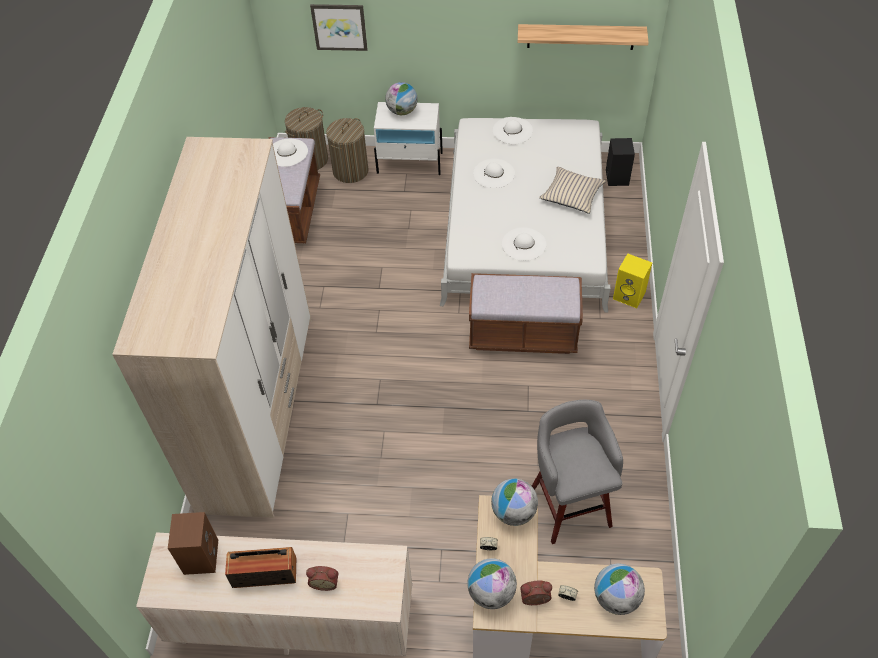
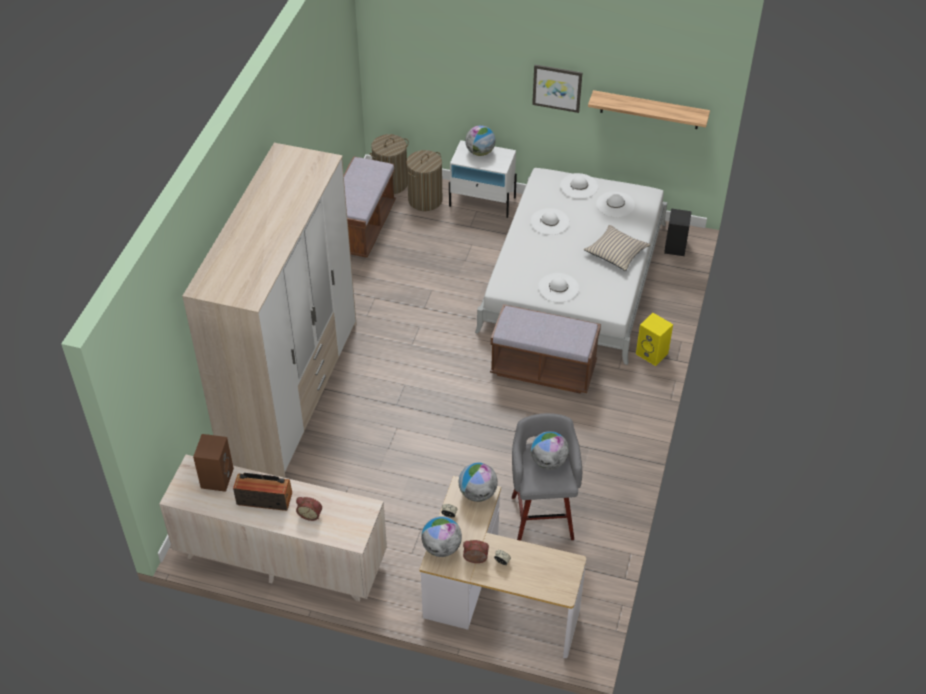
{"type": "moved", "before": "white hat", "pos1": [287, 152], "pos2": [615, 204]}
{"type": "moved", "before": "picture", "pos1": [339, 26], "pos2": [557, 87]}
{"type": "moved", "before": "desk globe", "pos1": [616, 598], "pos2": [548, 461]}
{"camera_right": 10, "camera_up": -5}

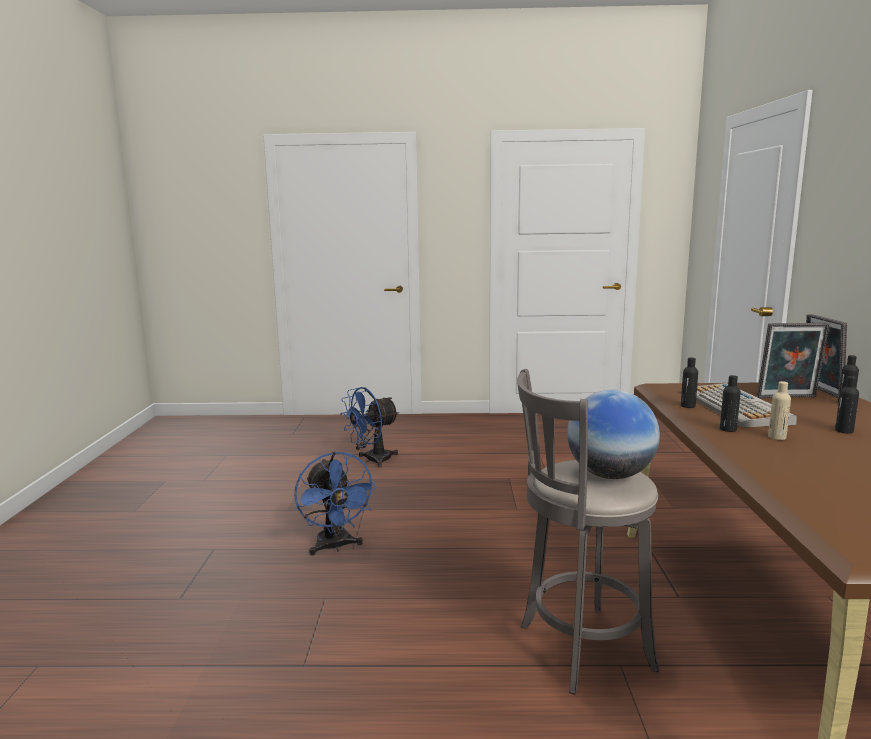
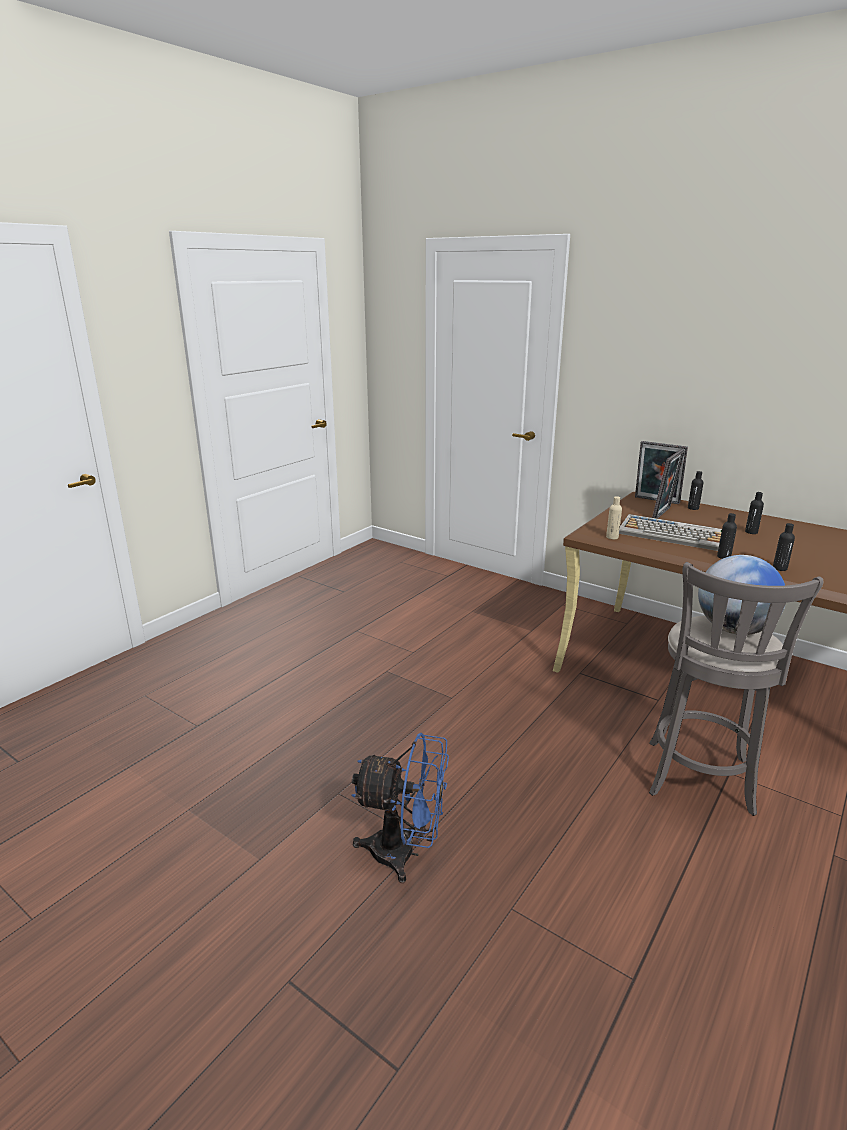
{"type": "removed", "before": "blue-coloured fan", "pos1": [372, 460]}
{"type": "moved", "before": "blackish beverage bottle", "pos1": [687, 406], "pos2": [779, 568]}
{"type": "moved", "before": "beige beverage bottle", "pos1": [777, 437], "pos2": [612, 537]}
{"camera_right": -55, "camera_up": 10}

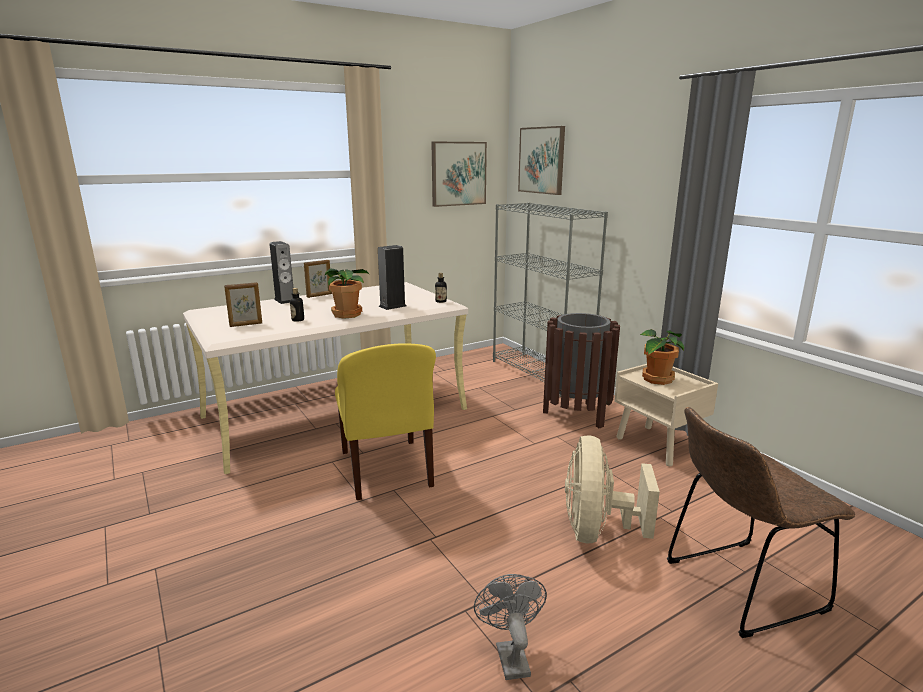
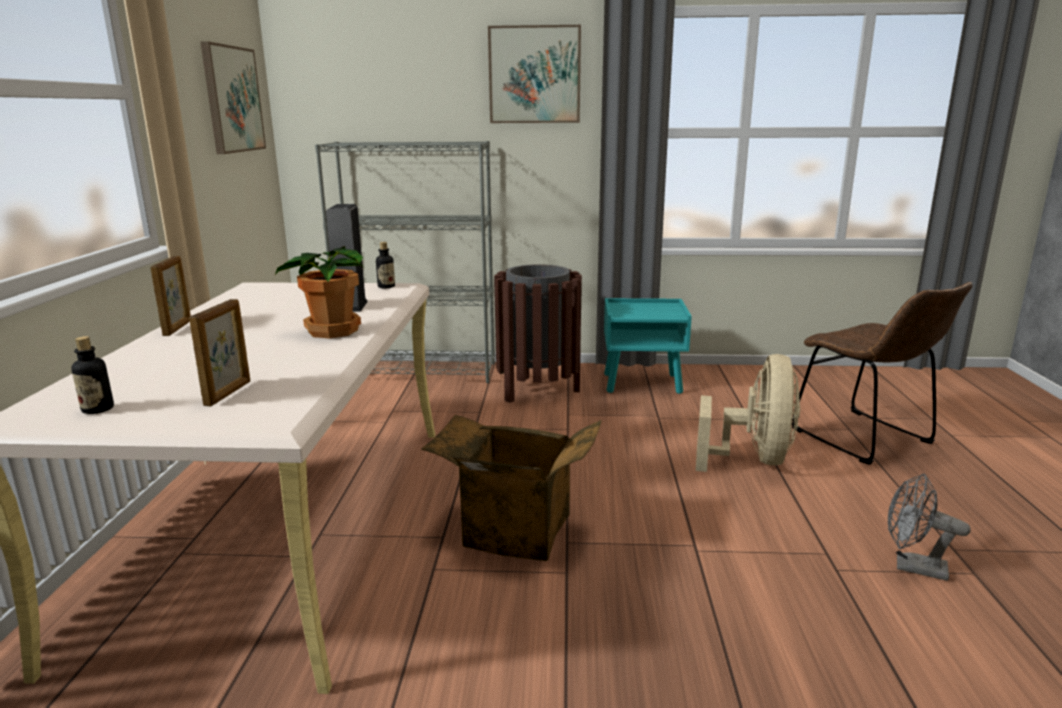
{"type": "removed", "before": "loudspeaker", "pos1": [285, 300]}
{"type": "moved", "before": "beverage bottle", "pos1": [298, 320], "pos2": [98, 409]}
{"type": "replaced", "before": "yellow plain chair", "after": "packing box", "pos1": [386, 470], "pos2": [513, 533]}
{"type": "moved", "before": "picture", "pos1": [542, 160], "pos2": [534, 75]}
{"type": "turned", "before": "beige fan", "pos1": [597, 531], "pos2": [753, 459], "turn": -120}
{"type": "recoloured", "before": "beige bedside table", "after": "turquoise-coloured bedside table", "pos1": [658, 446], "pos2": [643, 383]}
{"type": "removed", "before": "plant in a pot", "pos1": [656, 379]}
{"type": "turned", "before": "brown-coloured plain chair", "pos1": [737, 587], "pos2": [866, 439], "turn": -45}
{"camera_right": -55, "camera_up": 0}

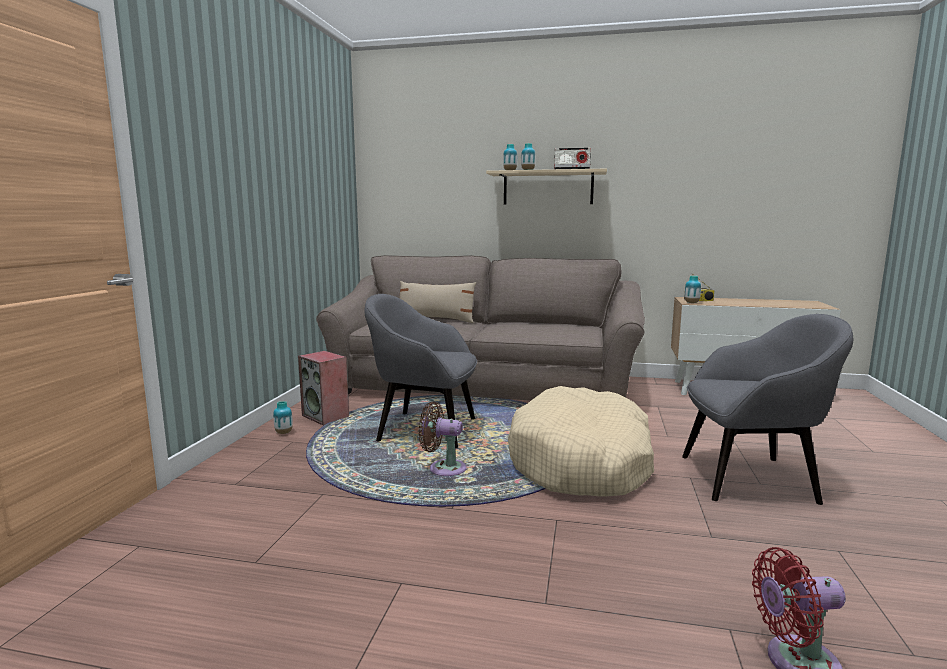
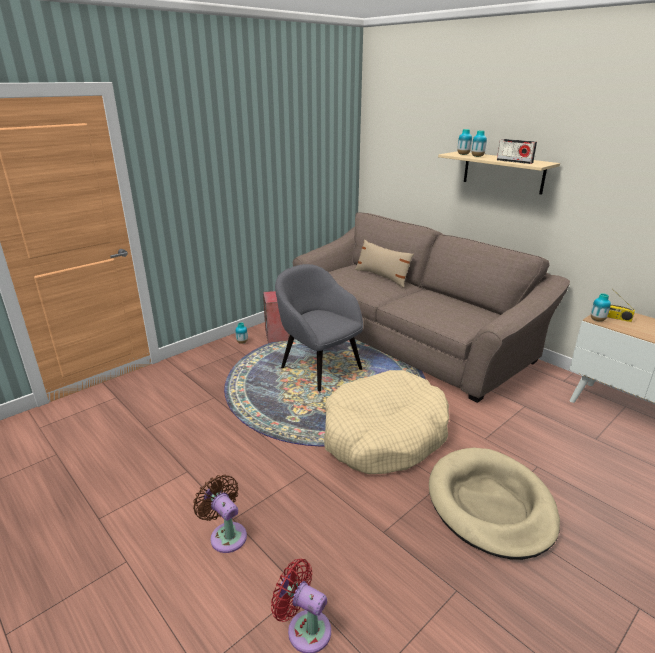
{"type": "moved", "before": "brown-coloured fan", "pos1": [443, 468], "pos2": [226, 534]}
{"type": "replaced", "before": "gray armchair", "after": "beige pet bed", "pos1": [750, 478], "pos2": [490, 505]}
{"camera_right": 35, "camera_up": 15}

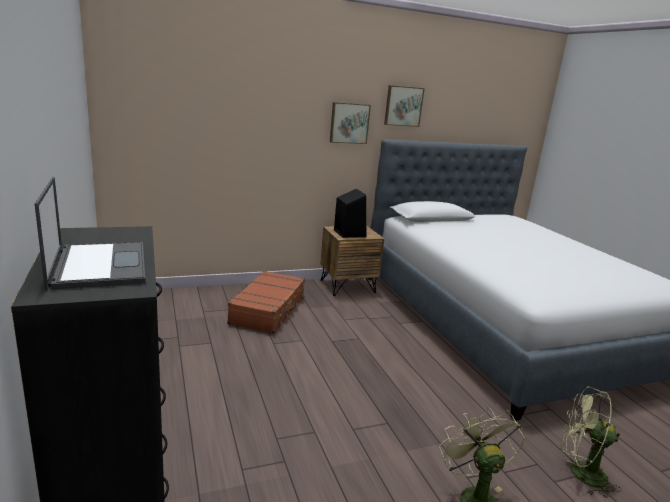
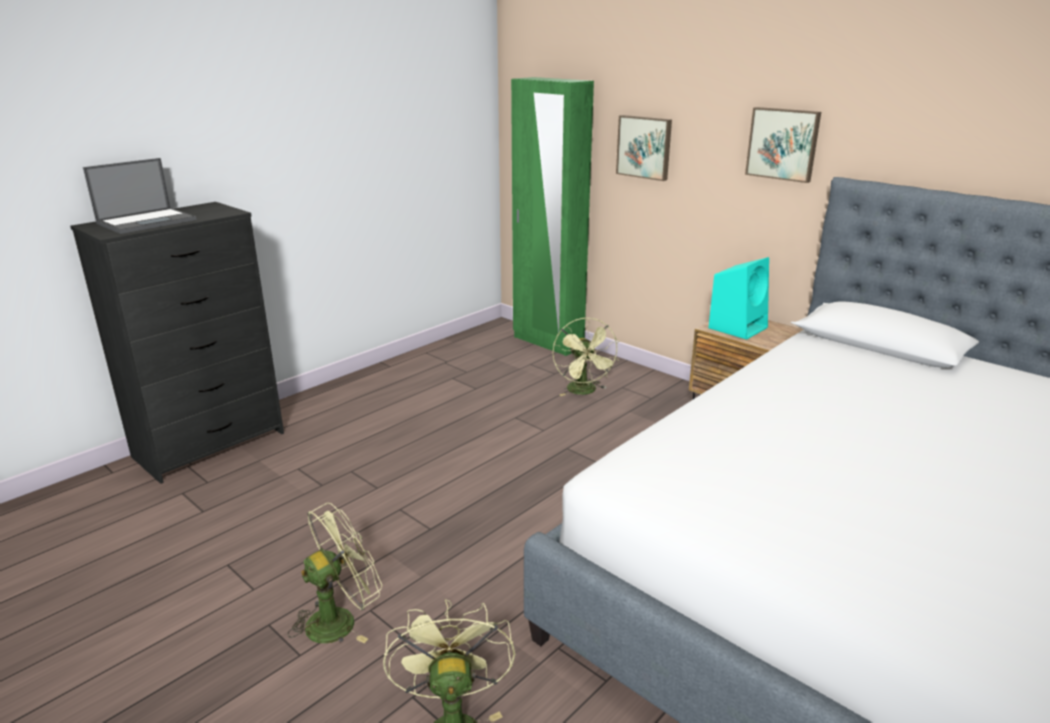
{"type": "replaced", "before": "brown-coloured travel case", "after": "greenish fan", "pos1": [269, 310], "pos2": [584, 391]}
{"type": "recoloured", "before": "blackish loudspeaker", "after": "turquoise-coloured loudspeaker", "pos1": [349, 233], "pos2": [738, 327]}
{"type": "moved", "before": "picture", "pos1": [403, 106], "pos2": [644, 147]}
{"type": "added", "after": "greenish armoire", "pos2": [547, 342]}
{"camera_right": 65, "camera_up": 5}

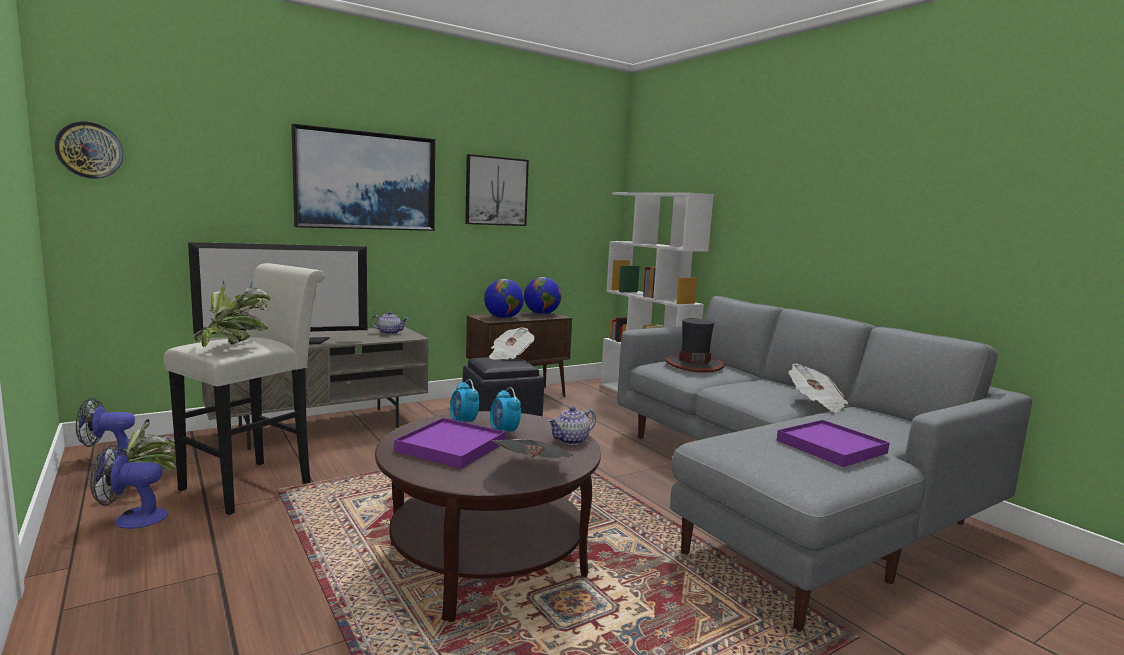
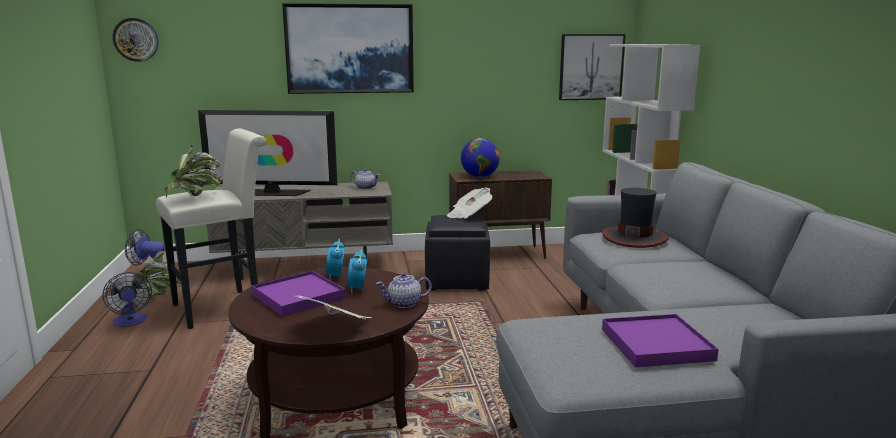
{"type": "turned", "before": "fan", "pos1": [132, 518], "pos2": [130, 322], "turn": -135}
{"type": "moved", "before": "picture", "pos1": [496, 191], "pos2": [591, 67]}
{"type": "removed", "before": "desk globe", "pos1": [541, 314]}
{"type": "removed", "before": "printed paper", "pos1": [816, 403]}
{"camera_right": 25, "camera_up": 5}

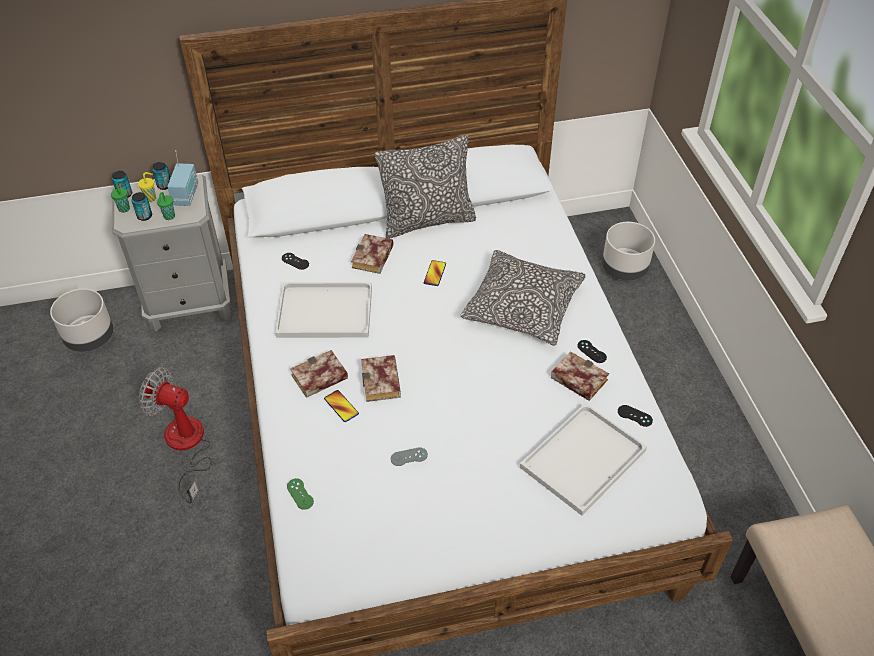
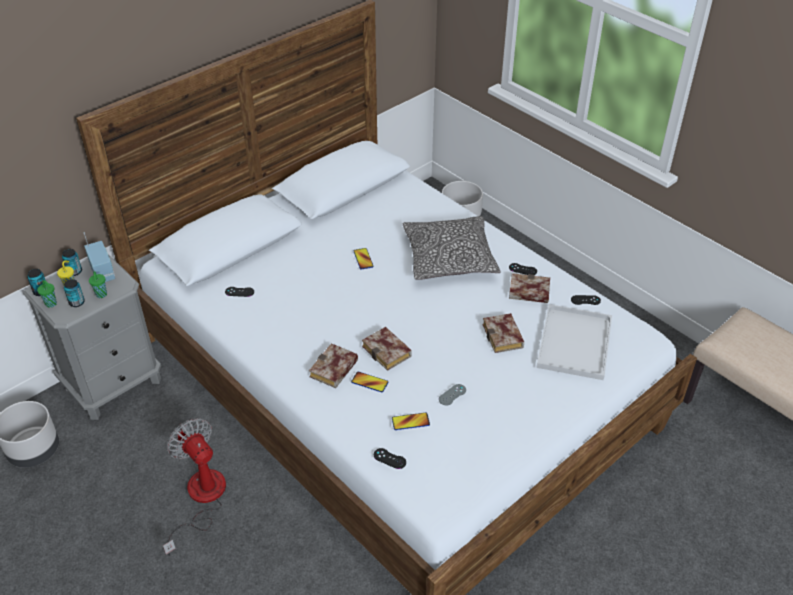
{"type": "turned", "before": "fan", "pos1": [186, 446], "pos2": [201, 499], "turn": 60}
{"type": "removed", "before": "white tray", "pos1": [323, 312]}
{"type": "recoloured", "before": "greenish joypad", "after": "blackish joypad", "pos1": [300, 494], "pos2": [389, 458]}
{"type": "moved", "before": "book", "pos1": [373, 259], "pos2": [504, 337]}
{"type": "removed", "before": "cushion", "pos1": [427, 221]}
{"type": "added", "after": "handset", "pos2": [410, 422]}
{"camera_right": -30, "camera_up": -5}

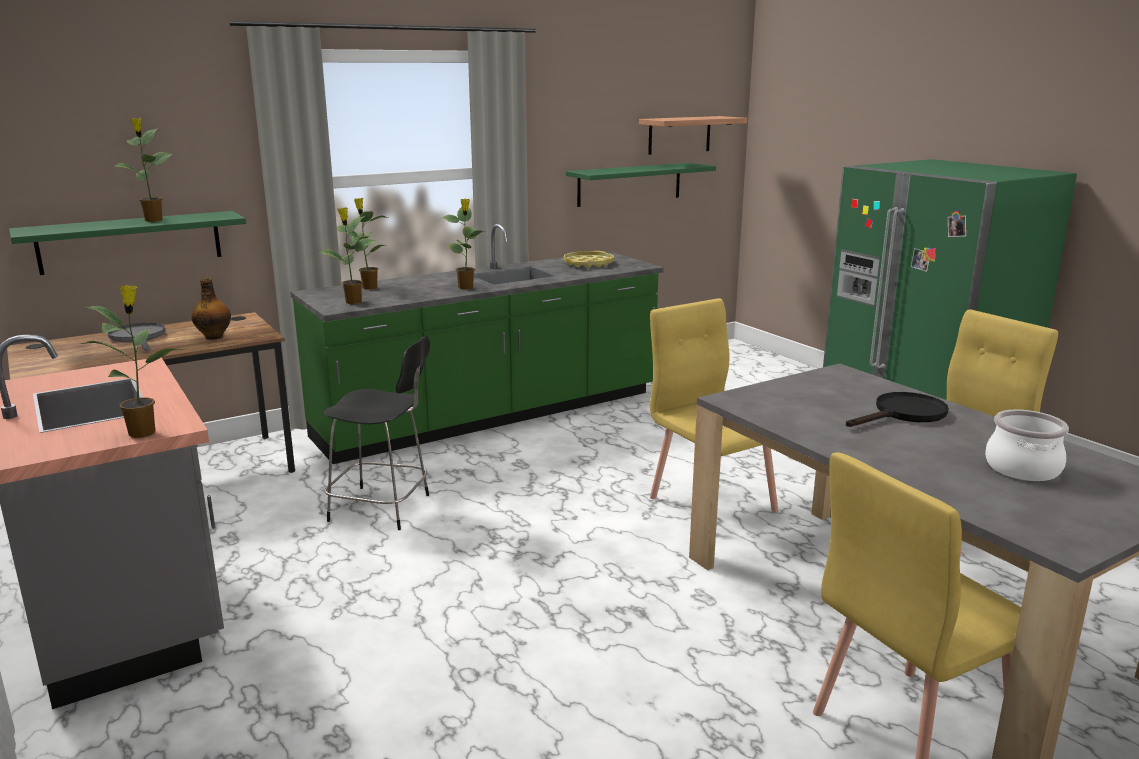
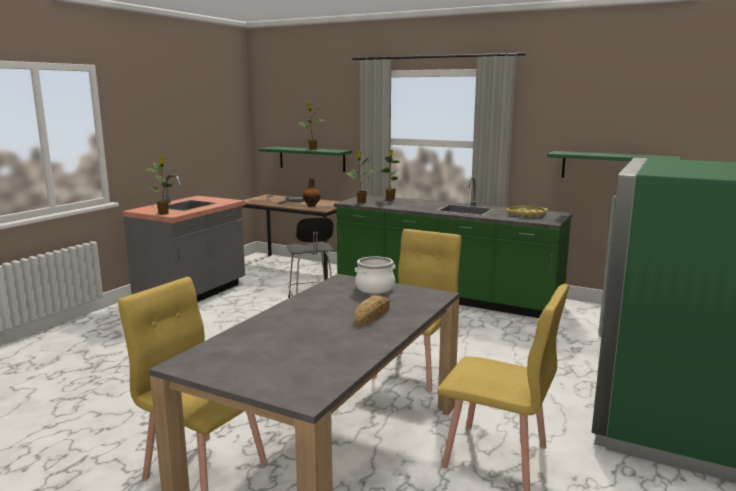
{"type": "removed", "before": "plant in a pot", "pos1": [466, 288]}
{"type": "removed", "before": "wall shelf", "pos1": [679, 135]}
{"type": "replaced", "before": "blackish skillet", "after": "bread", "pos1": [903, 414], "pos2": [371, 315]}
{"type": "moved", "before": "cooking pot", "pos1": [1023, 468], "pos2": [375, 288]}
{"camera_right": 60, "camera_up": -5}

